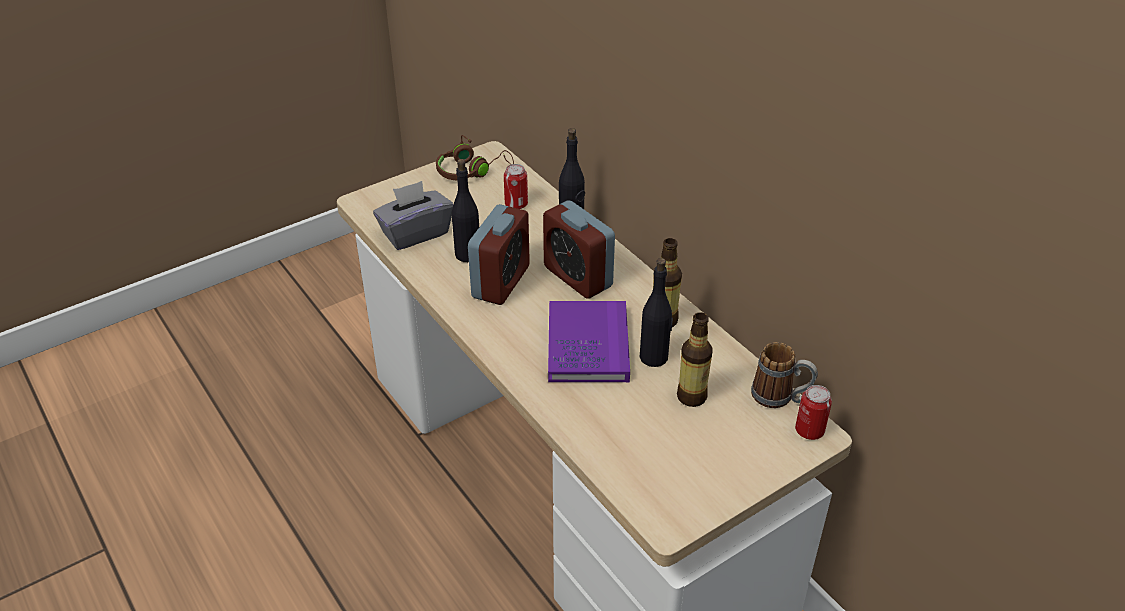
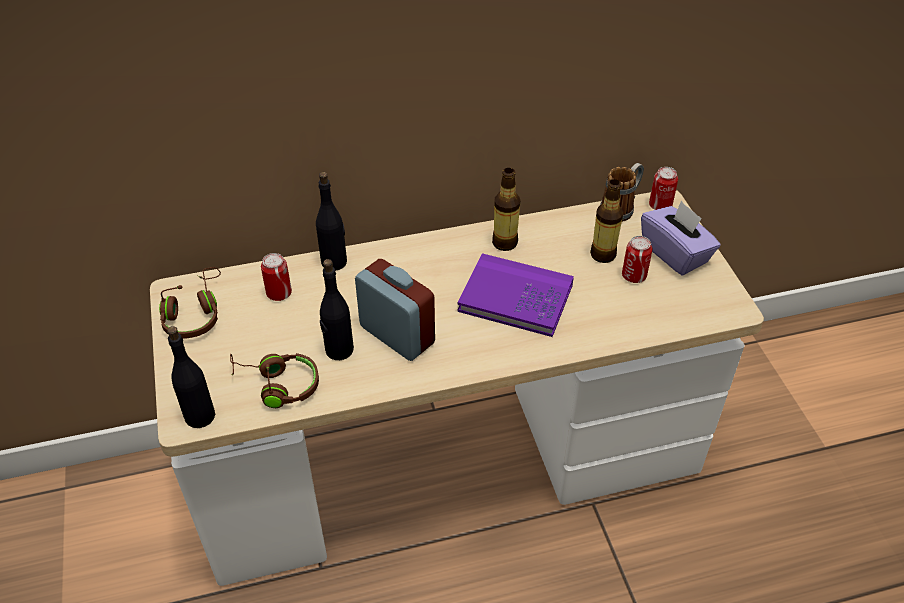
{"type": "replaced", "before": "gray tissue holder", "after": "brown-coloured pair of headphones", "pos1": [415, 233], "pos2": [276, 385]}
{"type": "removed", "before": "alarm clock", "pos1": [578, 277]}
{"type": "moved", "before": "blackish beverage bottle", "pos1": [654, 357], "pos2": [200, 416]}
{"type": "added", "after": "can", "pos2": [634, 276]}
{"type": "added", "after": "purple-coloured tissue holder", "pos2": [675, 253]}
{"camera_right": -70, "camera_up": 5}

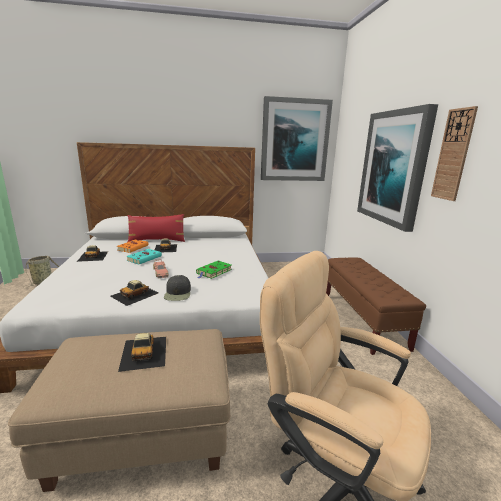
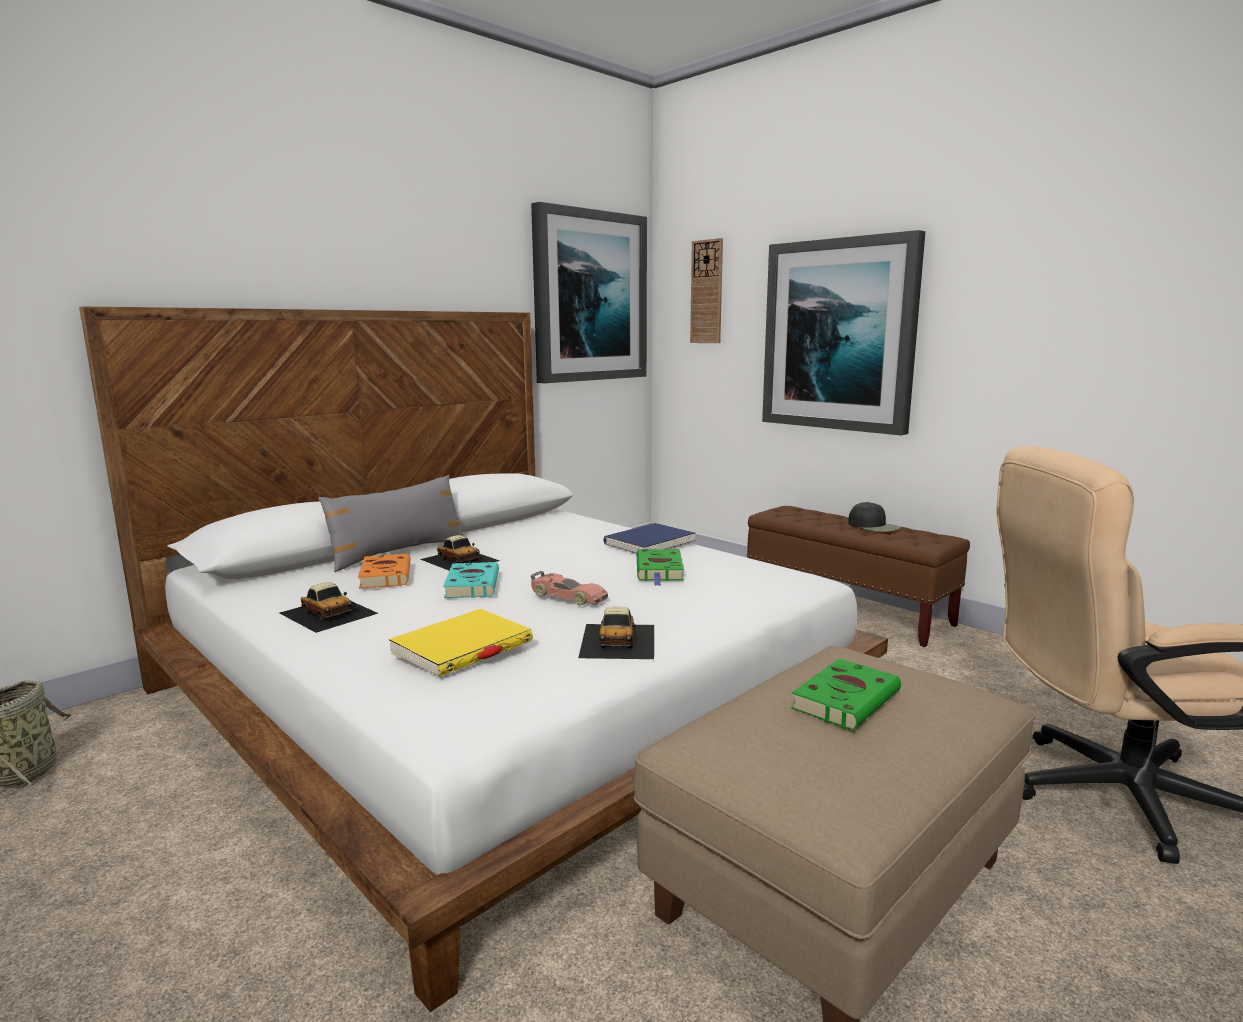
{"type": "replaced", "before": "toy car", "after": "greenish book", "pos1": [144, 352], "pos2": [847, 699]}
{"type": "recoloured", "before": "red-coloured cushion", "after": "gray cushion", "pos1": [157, 240], "pos2": [398, 553]}
{"type": "moved", "before": "blackish peaked cap", "pos1": [178, 293], "pos2": [874, 526]}
{"type": "moved", "before": "wall clock", "pos1": [453, 155], "pos2": [707, 292]}
{"type": "added", "after": "yellow book", "pos2": [462, 648]}
{"type": "added", "after": "blue-coloured book", "pos2": [649, 543]}
{"camera_right": -35, "camera_up": -5}

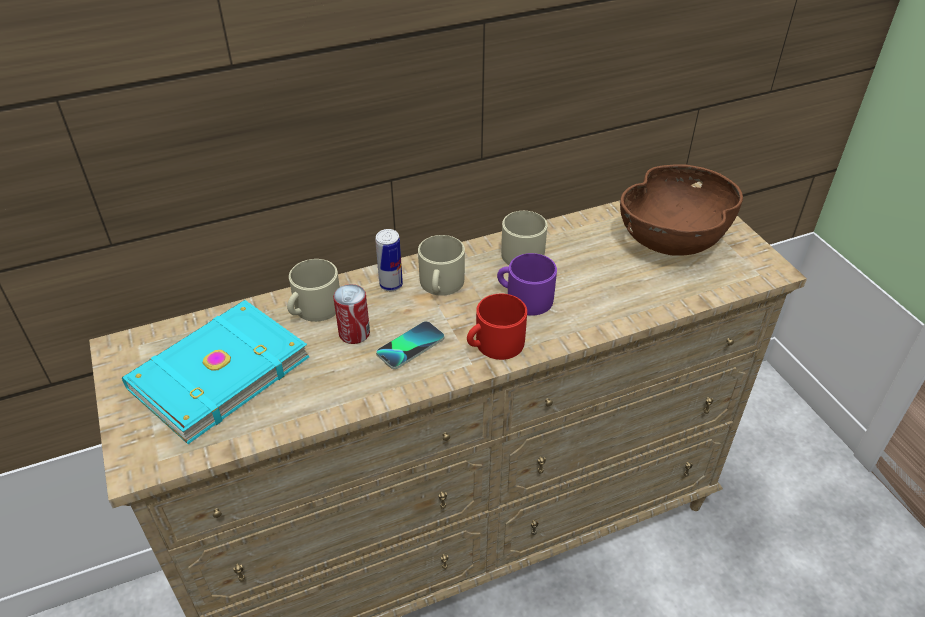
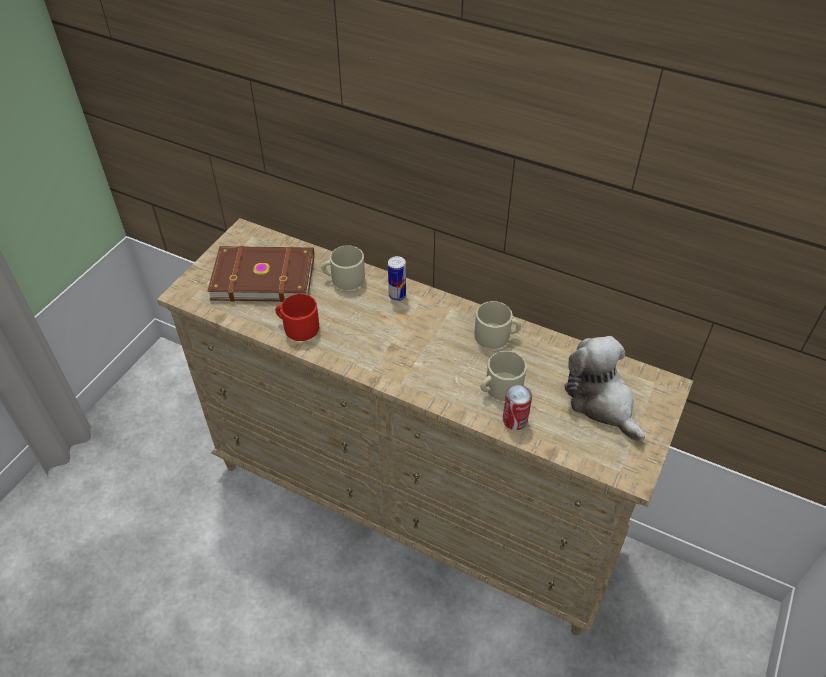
{"type": "recoloured", "before": "turquoise-coloured book", "after": "brown-coloured book", "pos1": [216, 372], "pos2": [263, 276]}
{"type": "moved", "before": "can", "pos1": [354, 333], "pos2": [515, 420]}
{"type": "removed", "before": "handset", "pos1": [410, 346]}
{"type": "moved", "before": "beige tea mug", "pos1": [440, 284], "pos2": [499, 388]}
{"type": "moved", "before": "red-coloured tea mug", "pos1": [494, 344], "pos2": [297, 327]}
{"type": "removed", "before": "purple-coloured tea mug", "pos1": [524, 298]}
{"type": "replaced", "before": "brown-coloured bowl", "after": "plush toy", "pos1": [673, 239], "pos2": [601, 402]}
{"camera_right": 50, "camera_up": 5}

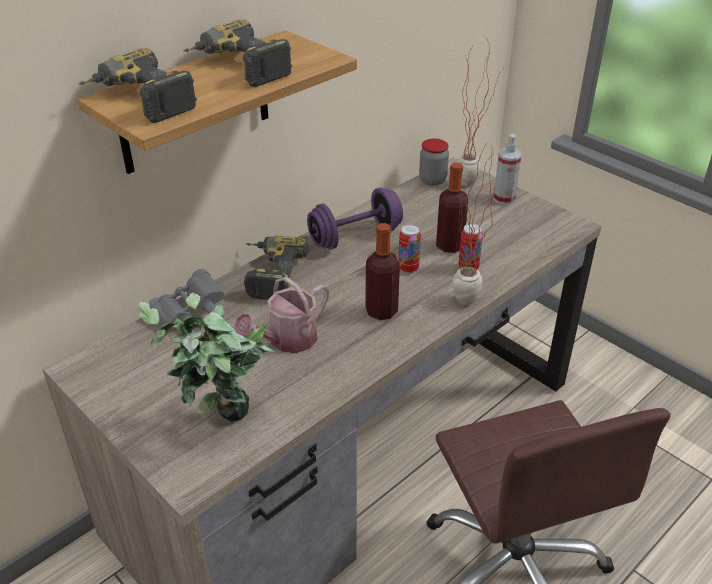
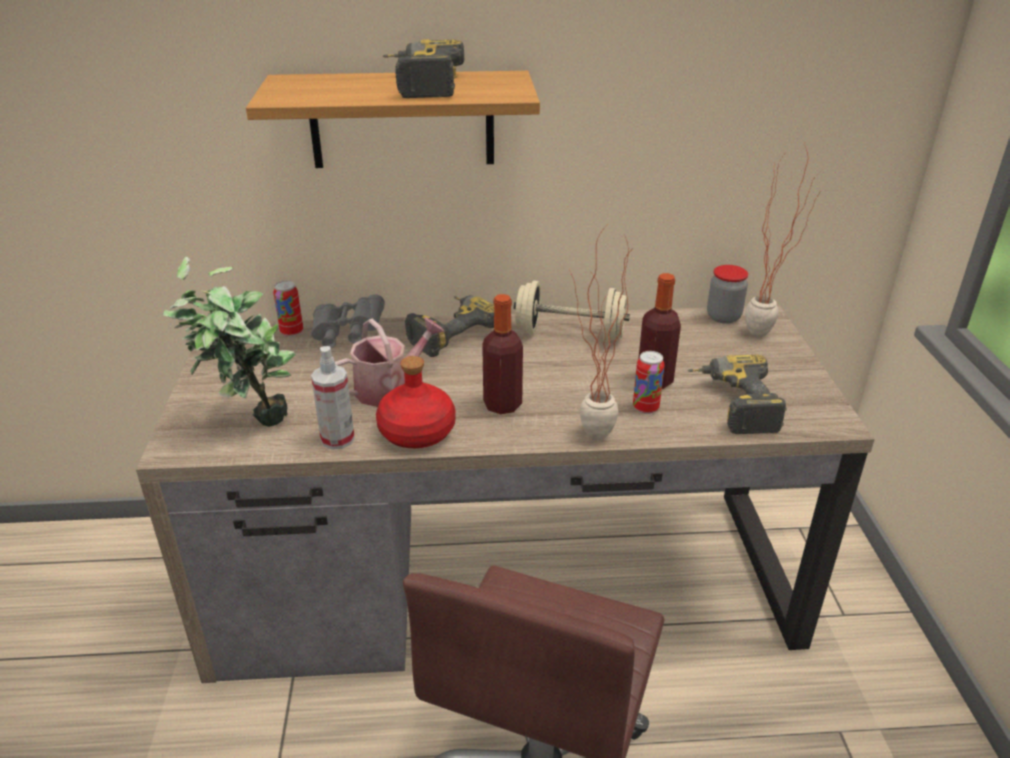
{"type": "moved", "before": "power drill", "pos1": [138, 102], "pos2": [731, 405]}
{"type": "turned", "before": "sprinkling can", "pos1": [287, 340], "pos2": [389, 388], "turn": 150}
{"type": "recoloured", "before": "purple-coloured dumbbell", "after": "beige dumbbell", "pos1": [355, 237], "pos2": [570, 334]}
{"type": "moved", "before": "can", "pos1": [408, 268], "pos2": [292, 332]}
{"type": "moved", "before": "spray bottle", "pos1": [504, 198], "pos2": [337, 439]}
{"type": "added", "after": "red-coloured beverage bottle", "pos2": [417, 432]}
{"camera_right": 40, "camera_up": -5}

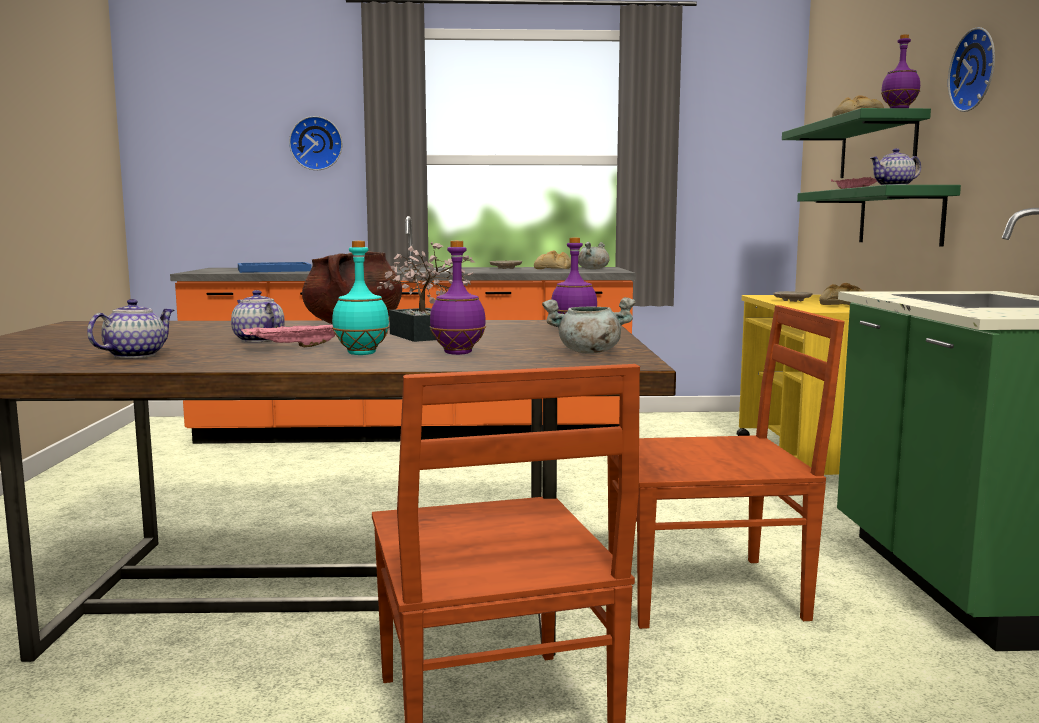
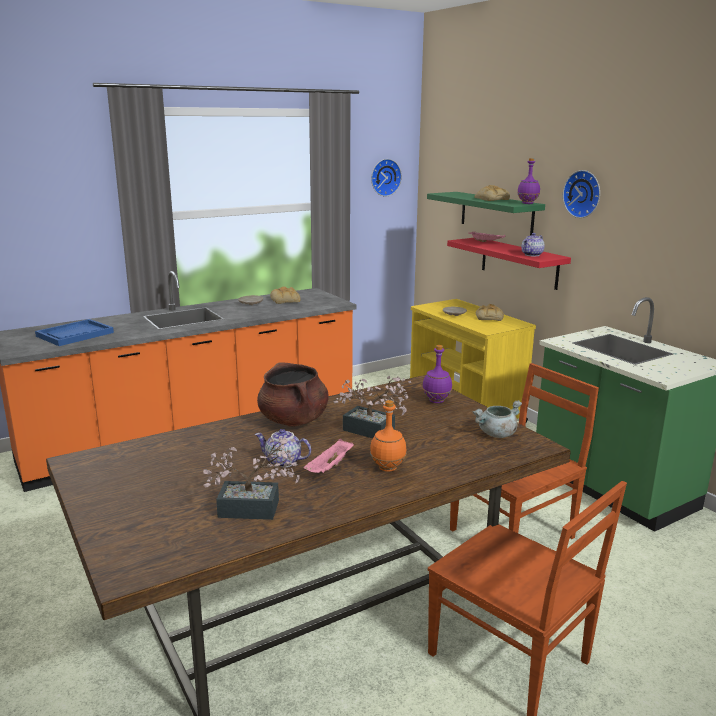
{"type": "replaced", "before": "teapot", "after": "plant in a pot", "pos1": [135, 355], "pos2": [256, 509]}
{"type": "moved", "before": "wall clock", "pos1": [316, 143], "pos2": [384, 177]}
{"type": "recoloured", "before": "turquoise-coloured beverage bottle", "after": "orange-coloured beverage bottle", "pos1": [362, 353], "pos2": [388, 468]}
{"type": "removed", "before": "purple-coloured beverage bottle", "pos1": [458, 353]}
{"type": "removed", "before": "gray cooking pot", "pos1": [593, 269]}
{"type": "recoloured", "before": "greenish wall shelf", "after": "red-coloured wall shelf", "pos1": [900, 216], "pos2": [519, 263]}
{"camera_right": -30, "camera_up": 10}

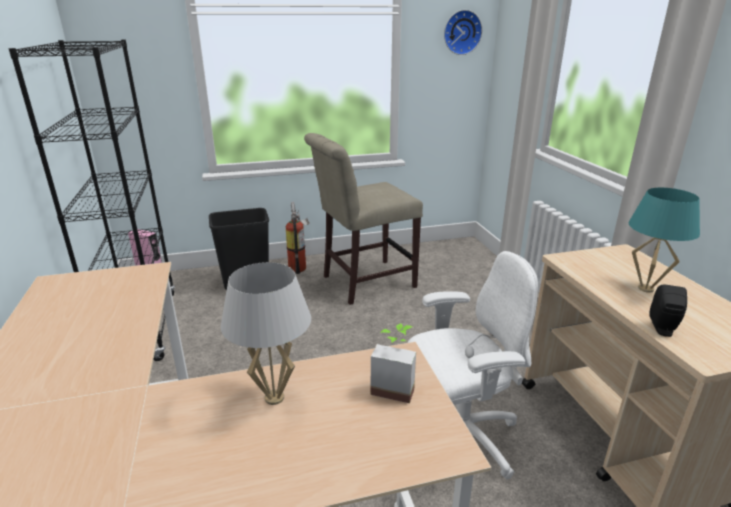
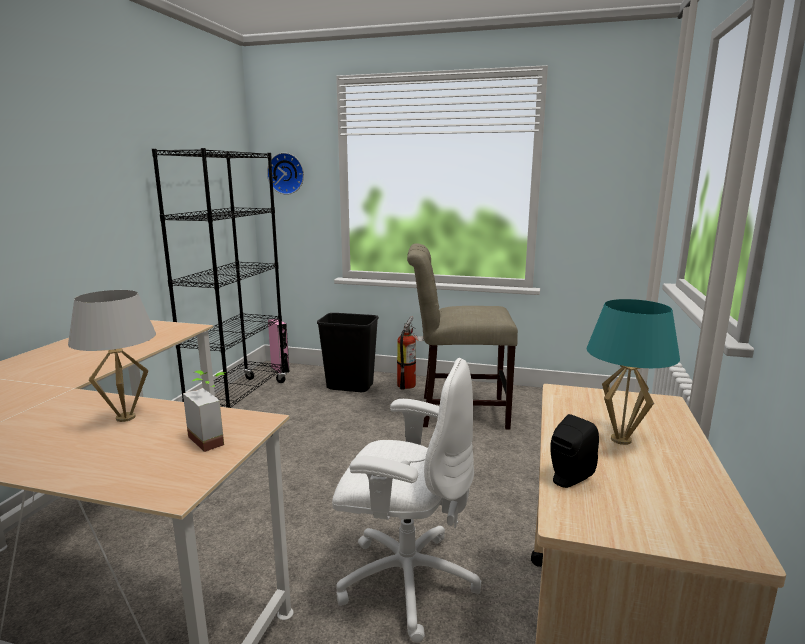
{"type": "moved", "before": "wall clock", "pos1": [461, 32], "pos2": [286, 173]}
{"camera_right": 30, "camera_up": -10}

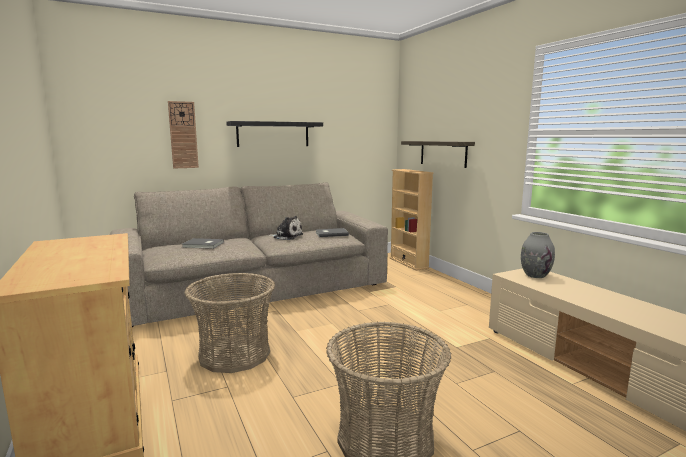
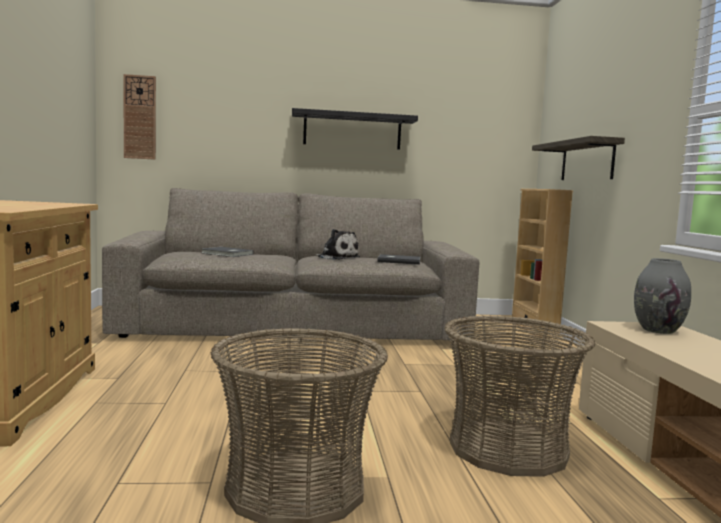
{"type": "moved", "before": "wall clock", "pos1": [183, 135], "pos2": [140, 117]}
{"type": "moved", "before": "basket", "pos1": [234, 354], "pos2": [508, 449]}
{"camera_right": 20, "camera_up": -5}

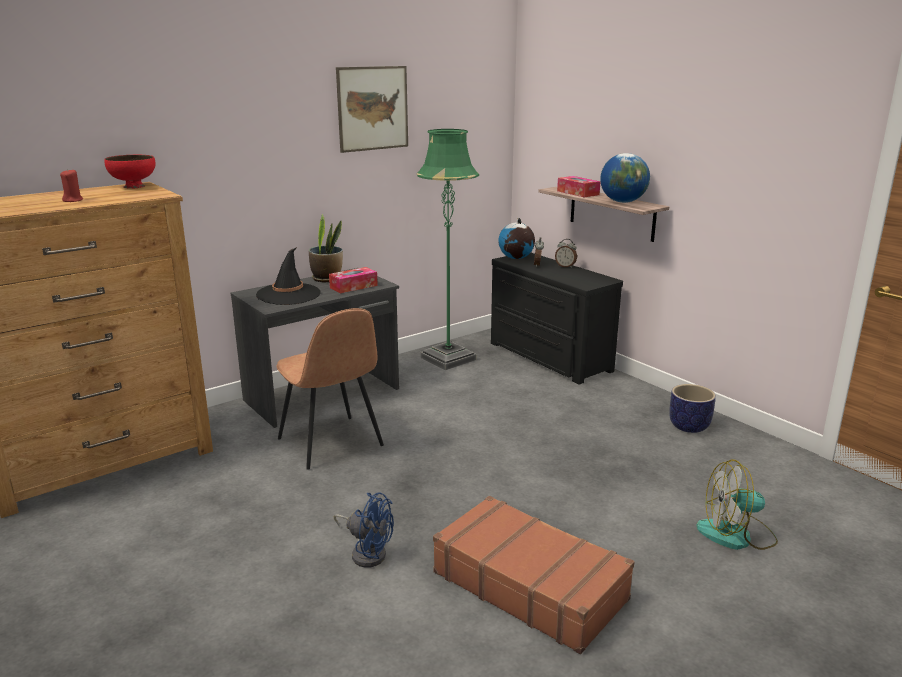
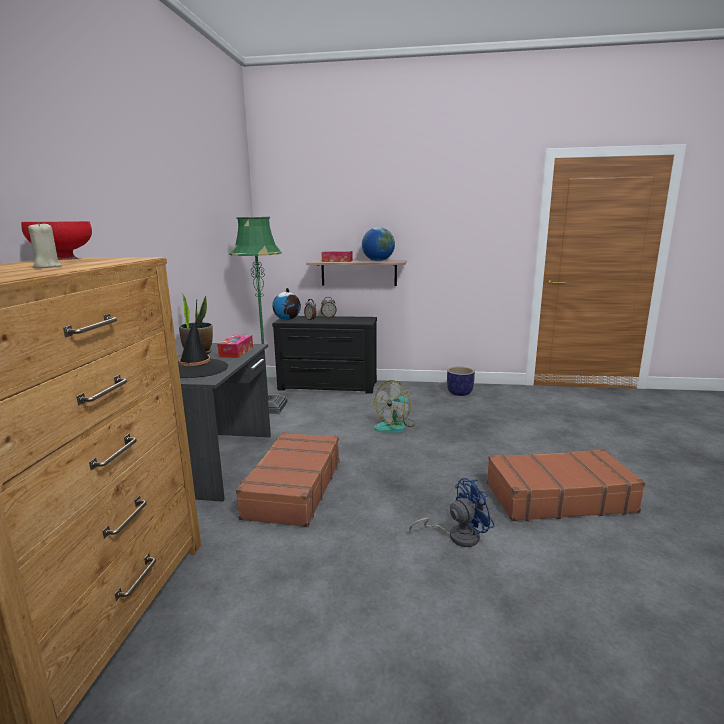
{"type": "recoloured", "before": "red-coloured wax light", "after": "beige wax light", "pos1": [73, 200], "pos2": [47, 267]}
{"type": "replaced", "before": "brown-coloured plain chair", "after": "brown-coloured travel case", "pos1": [331, 443], "pos2": [293, 488]}
{"type": "removed", "before": "picture", "pos1": [373, 108]}
{"type": "moved", "before": "fan", "pos1": [736, 535], "pos2": [395, 426]}
{"camera_right": -45, "camera_up": -5}

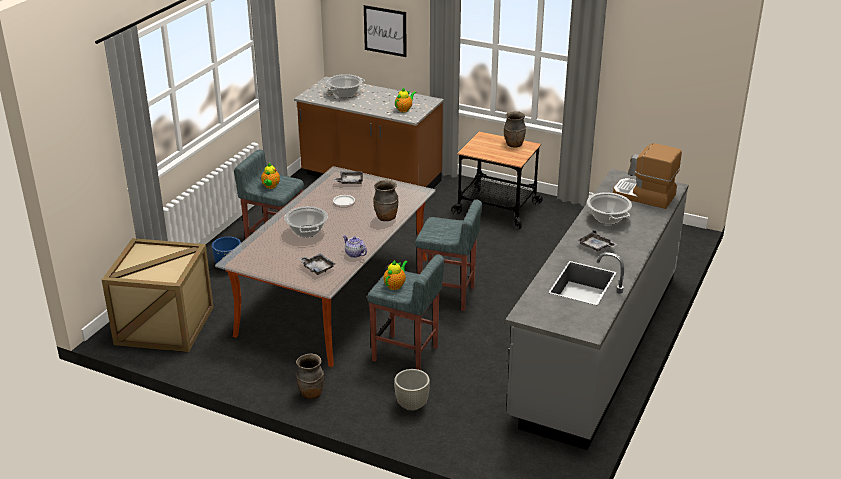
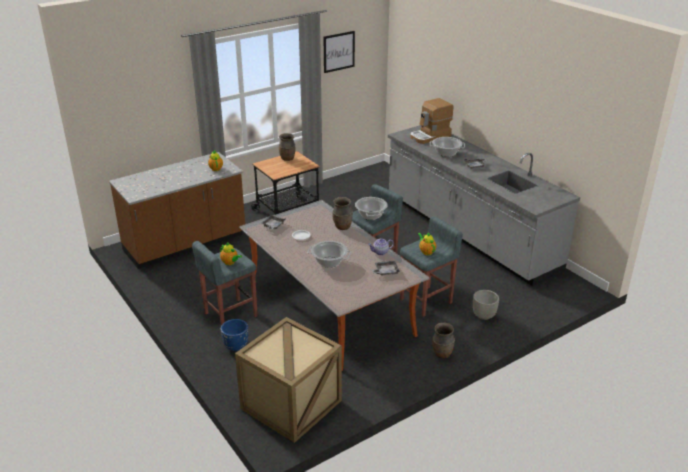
{"type": "moved", "before": "cooking pot", "pos1": [345, 94], "pos2": [370, 215]}
{"type": "moved", "before": "picture", "pos1": [385, 31], "pos2": [339, 51]}
{"camera_right": -60, "camera_up": 0}

